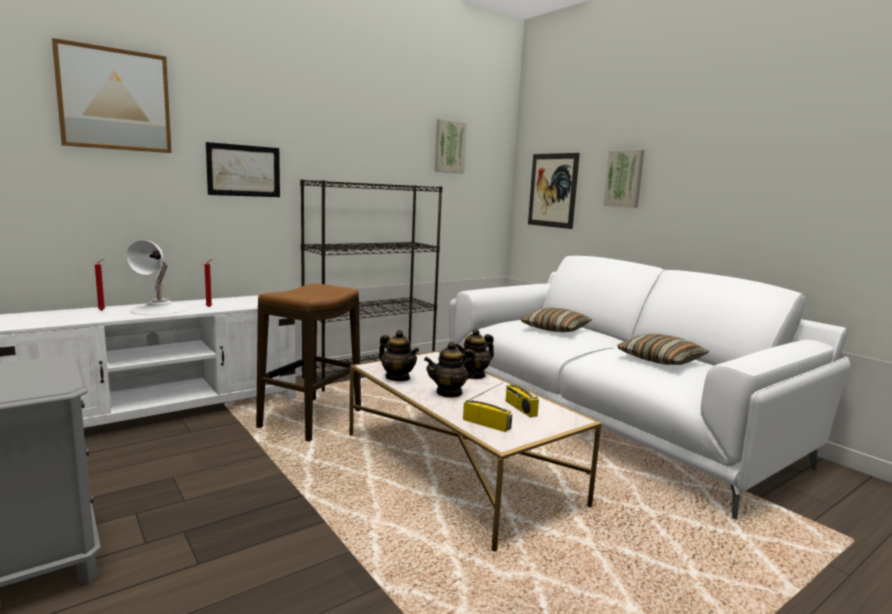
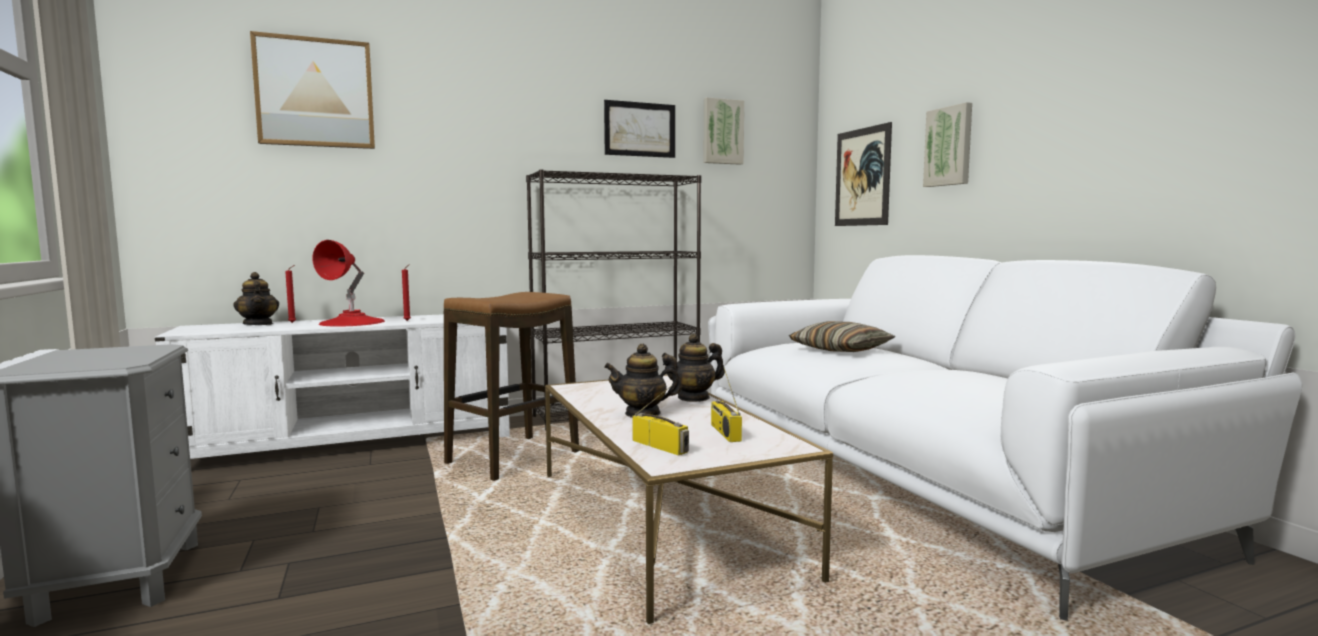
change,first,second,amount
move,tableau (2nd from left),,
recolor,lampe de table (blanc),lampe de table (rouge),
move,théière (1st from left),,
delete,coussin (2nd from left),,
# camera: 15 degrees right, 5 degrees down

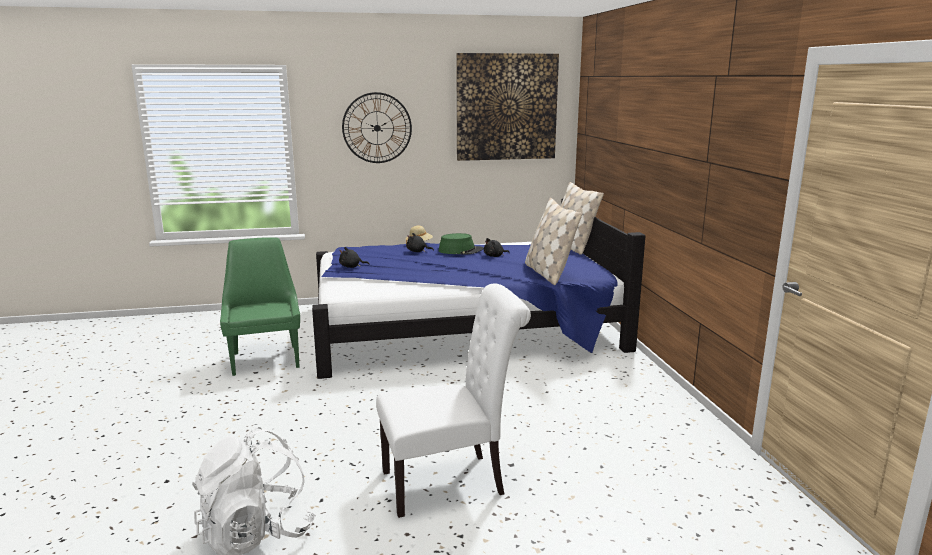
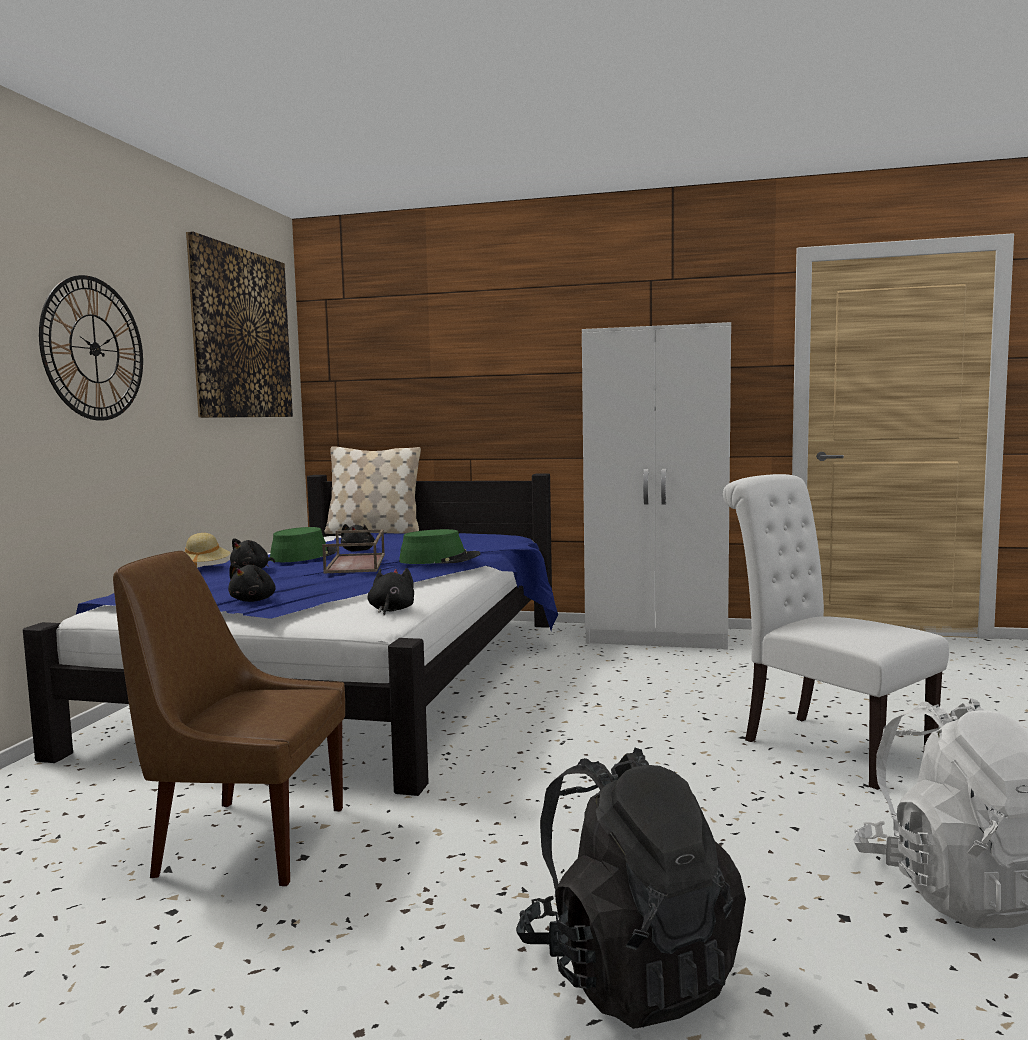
change,first,second,amount
delete,coussin (beige) (1st from left),,
recolor,chaise (vert),chaise (marron),
rotate,chaise (blanc),,45 degrees counterclockwise
insert,,armoire (blanc),
insert,,plateau (marron),
insert,,chapeau (vert) (2nd from left),
insert,,peluche (noir) (4th from left),
insert,,sac à dos (noir),
# camera: 65 degrees left, 10 degrees down

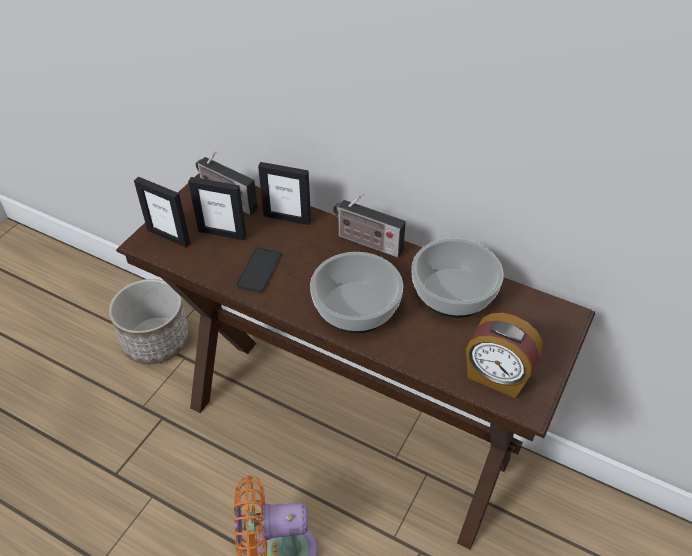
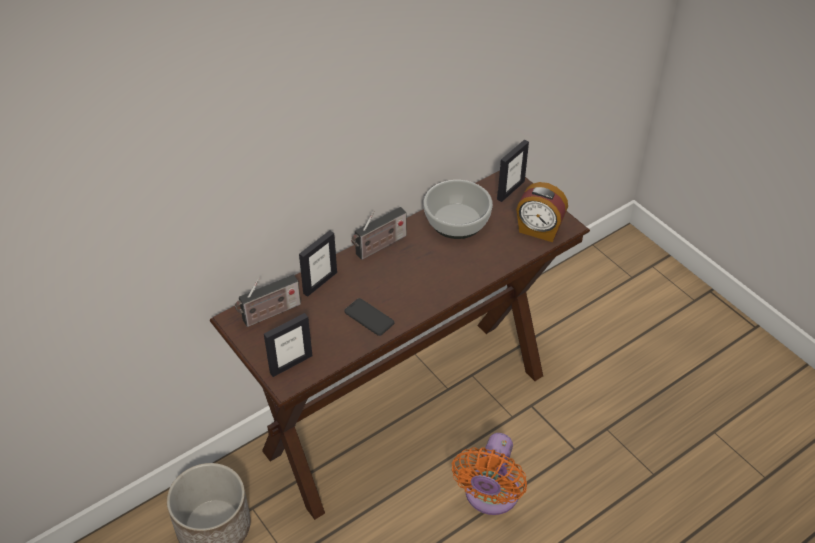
change,first,second,amount
move,cadre photo (2nd from left in the first image),cadre photo (3rd from left),
delete,bol (1st from left),,
rotate,réveil,,60 degrees clockwise
# camera: 65 degrees left, 0 degrees up

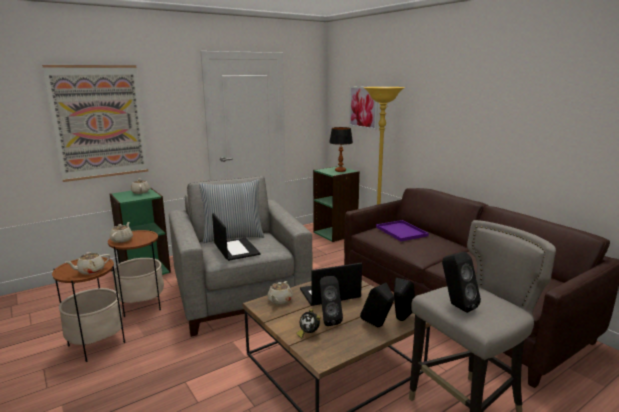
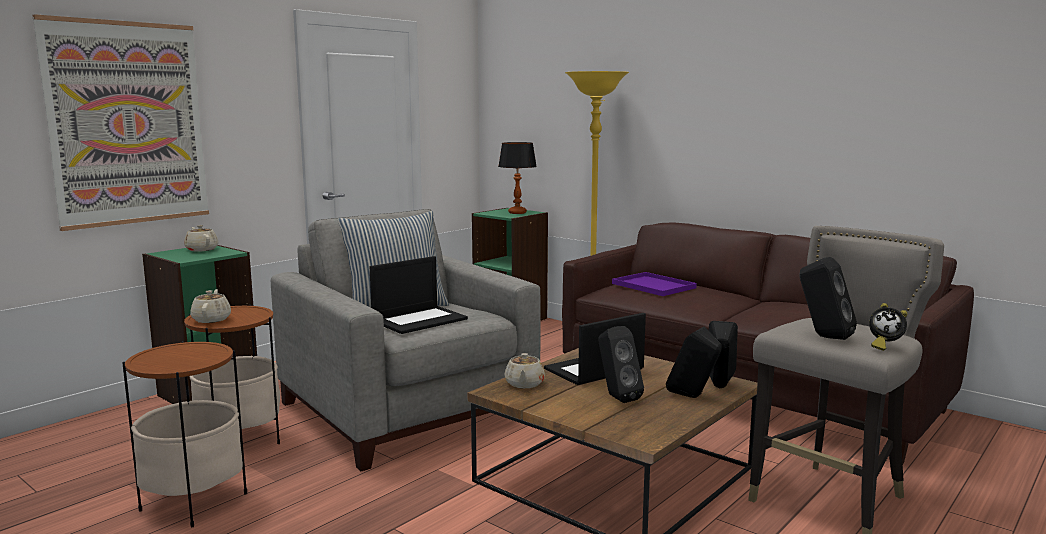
change,first,second,amount
delete,tableau (2nd from left),,
rotate,ordinateur portable (1st from left),,90 degrees clockwise
delete,théière (beige) (1st from left),,
move,réveil,,
# camera: 15 degrees left, 5 degrees down

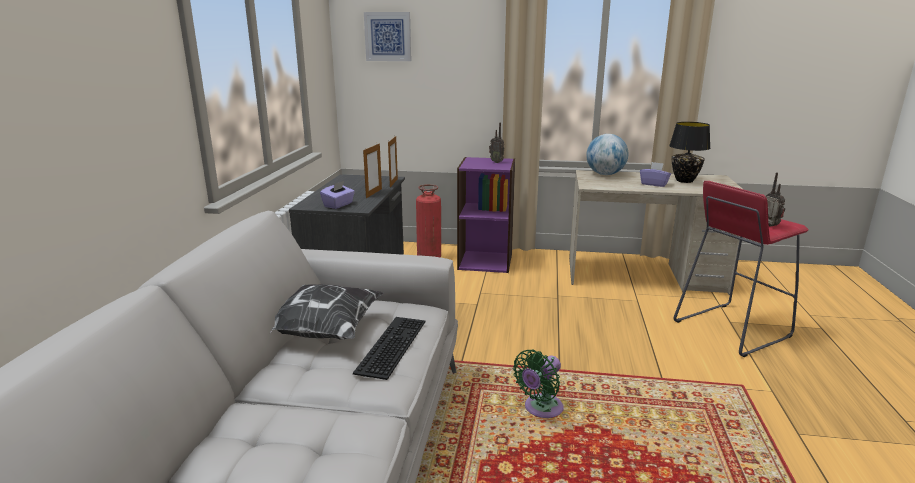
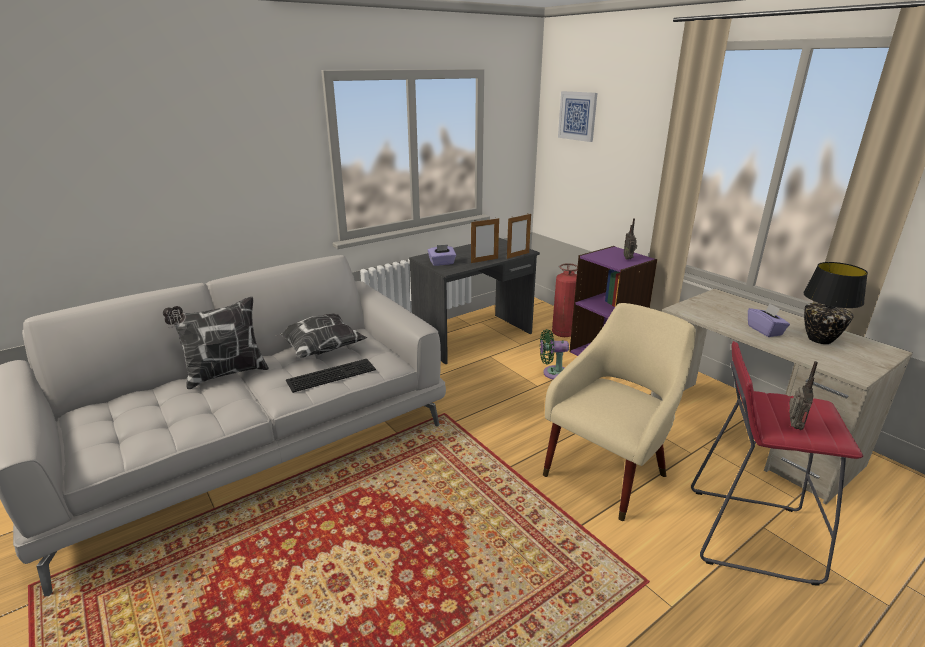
change,first,second,amount
delete,globe,,
move,ventilateur (vert),,
insert,,coussin (1st from left),
insert,,fauteuil (beige),
# camera: 45 degrees right, 5 degrees up

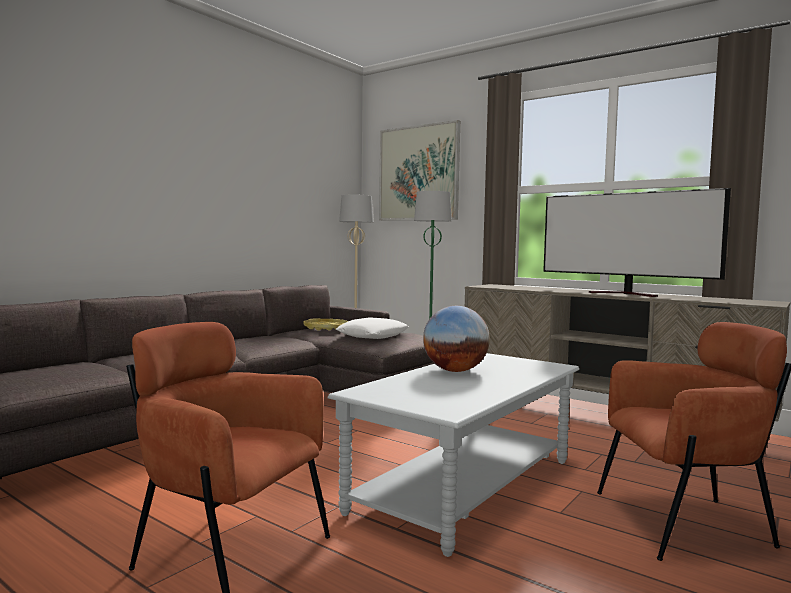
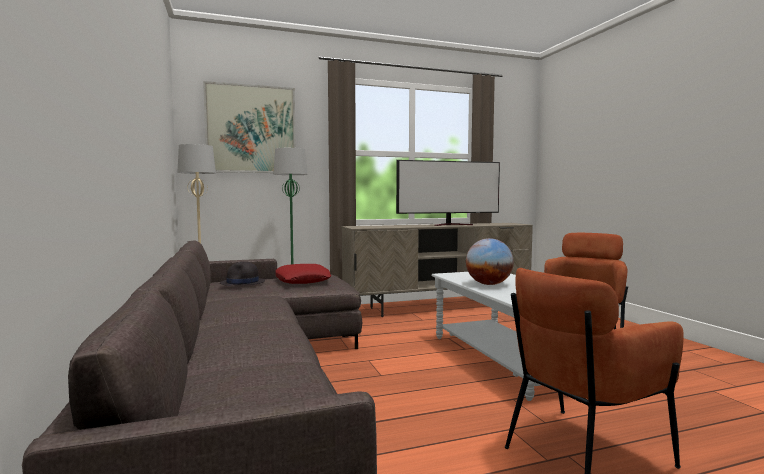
change,first,second,amount
recolor,coussin (blanc),coussin (rouge),
replace,plateau (jaune),chapeau (noir),
# camera: 55 degrees left, 0 degrees up

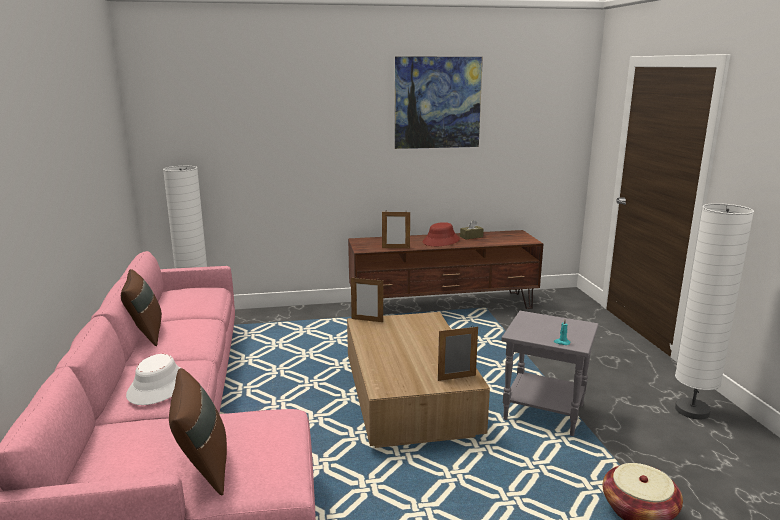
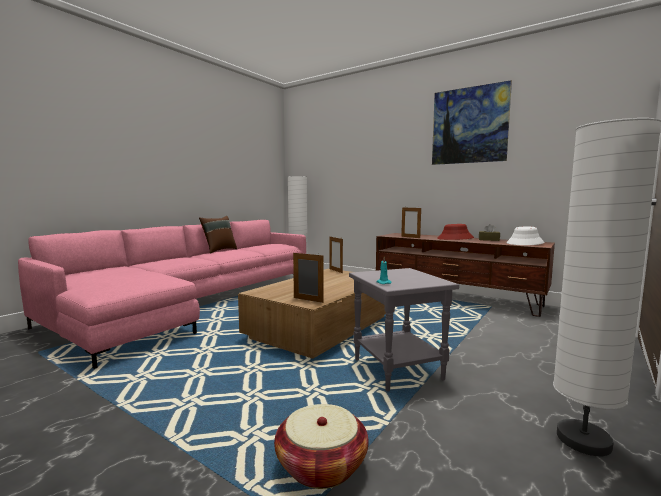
change,first,second,amount
move,chapeau (blanc),,
delete,coussin (marron) (2nd from left),,
# camera: 45 degrees right, 10 degrees down

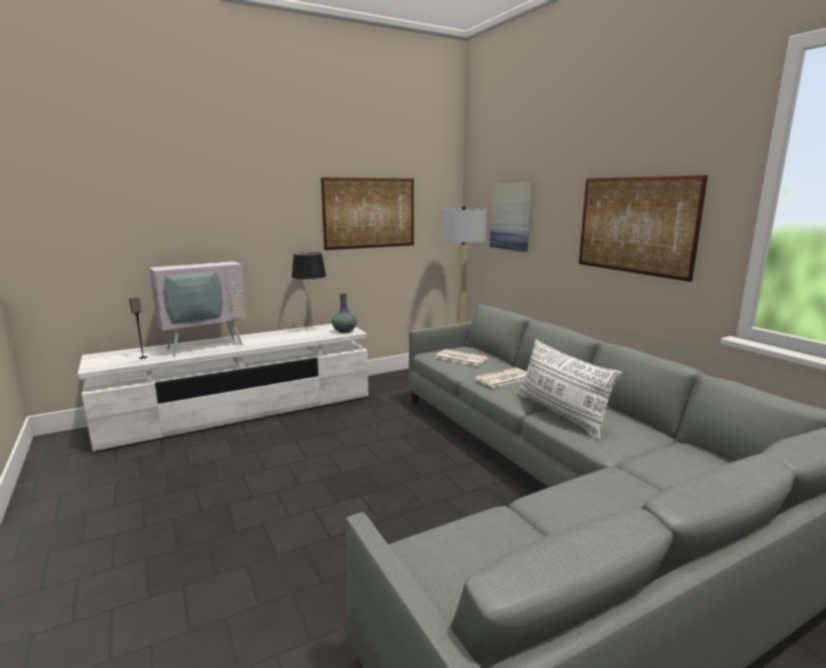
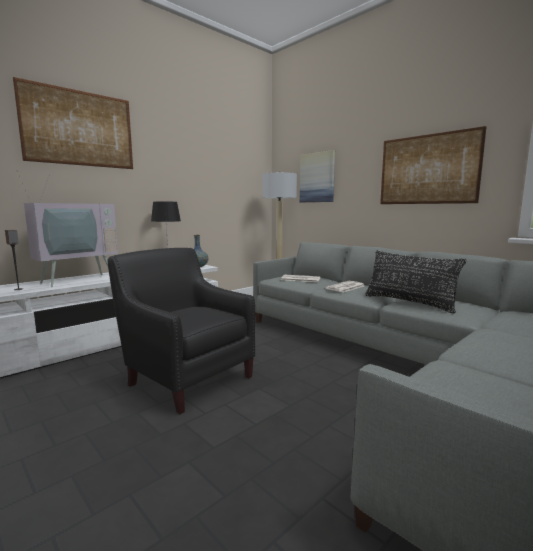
change,first,second,amount
move,tableau (1st from left),,
recolor,coussin (blanc),coussin (noir),
insert,,fauteuil (noir),
# camera: 15 degrees left, 5 degrees down

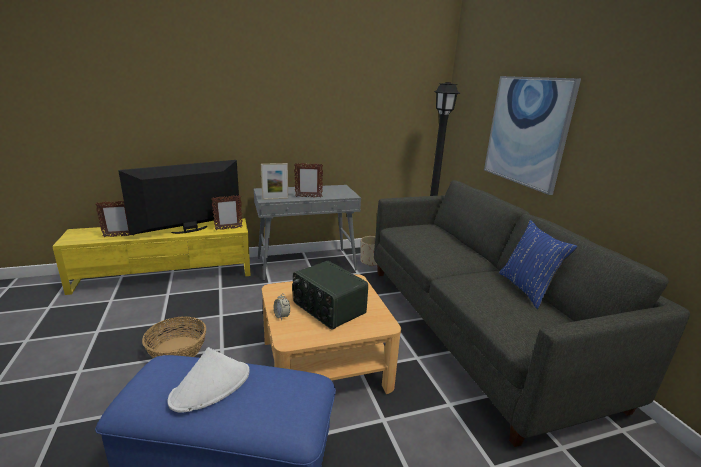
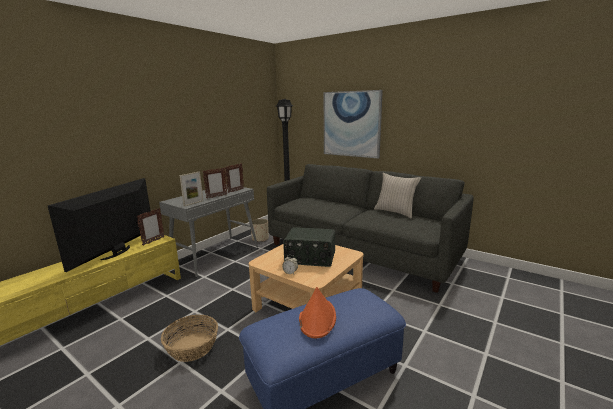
change,first,second,amount
move,cadre photo (1st from left in the first image),cadre photo (4th from left),
recolor,coussin (bleu),coussin (beige),
recolor,chapeau (blanc),chapeau (orange),
# camera: 35 degrees left, 5 degrees down

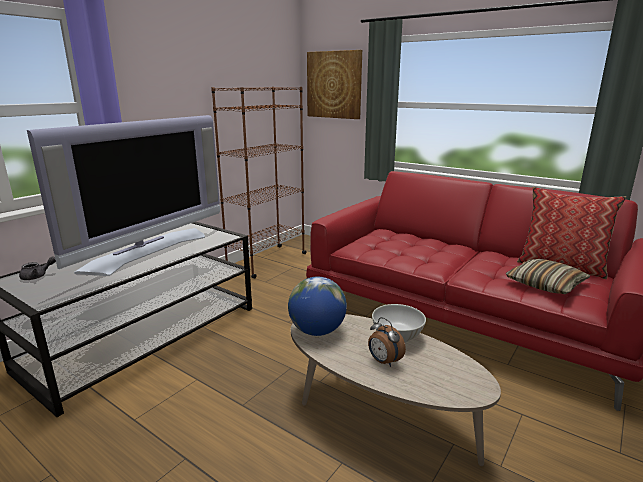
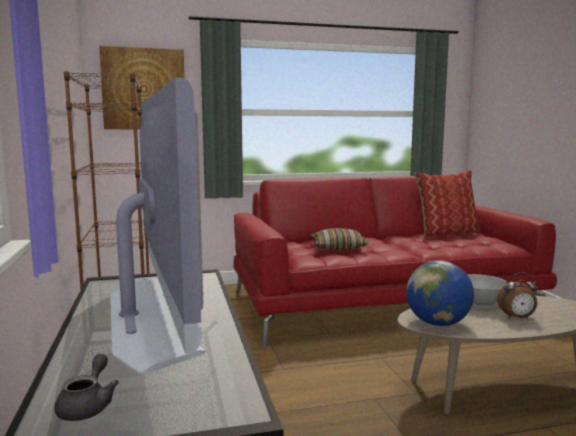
change,first,second,amount
move,coussin (1st from left),,
# camera: 50 degrees left, 10 degrees down

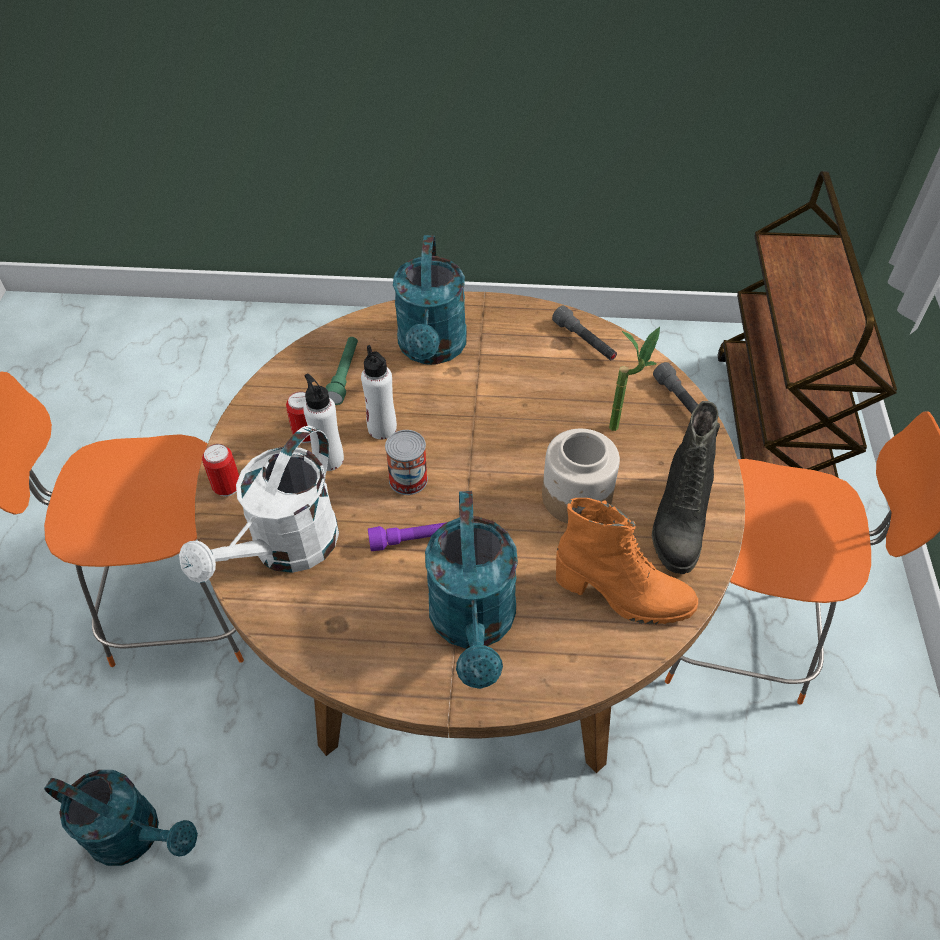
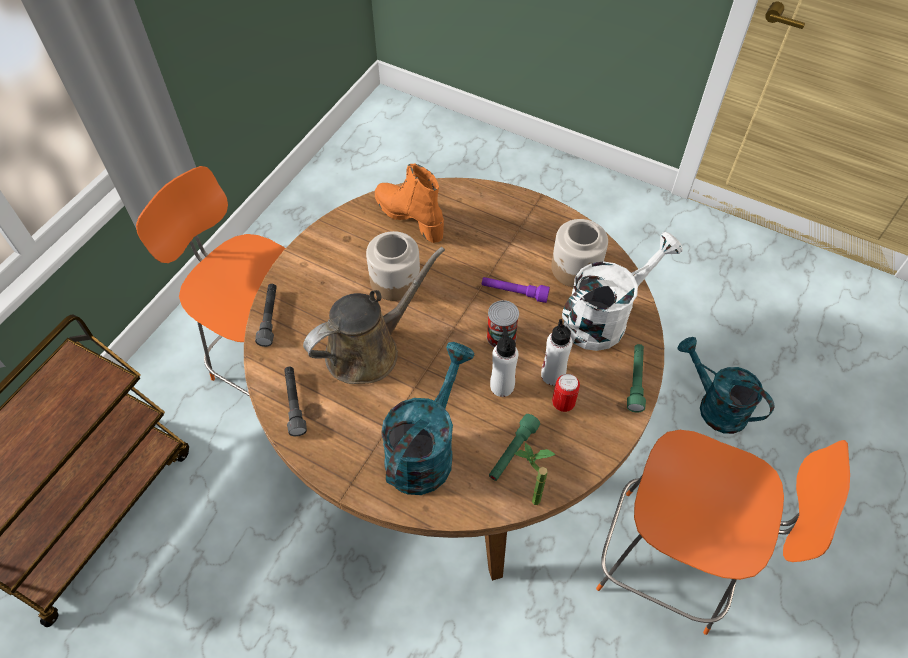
change,first,second,amount
move,plante en pot,,
delete,botte (noir),,
replace,boîte métallique (1st from left),lampe de poche (vert) (2nd from left),
delete,arrosoir (turquoise) (3rd from left),,
insert,,bocal (2nd from left),
insert,,arrosoir (marron),
# camera: 155 degrees left, 5 degrees up

